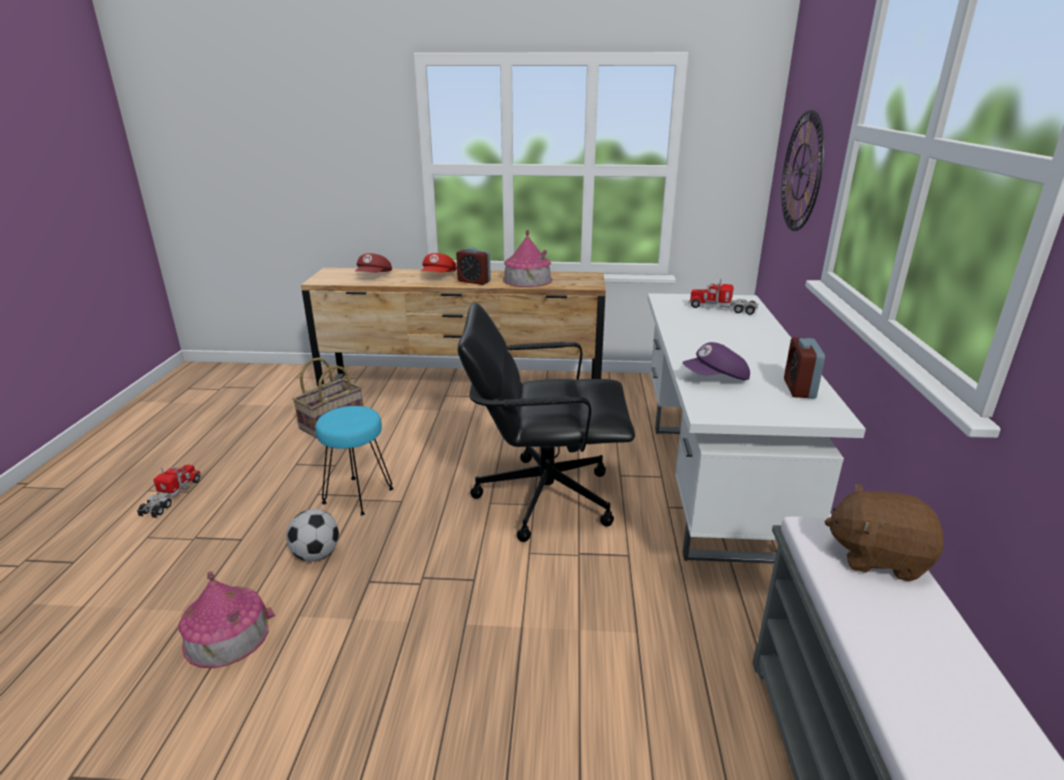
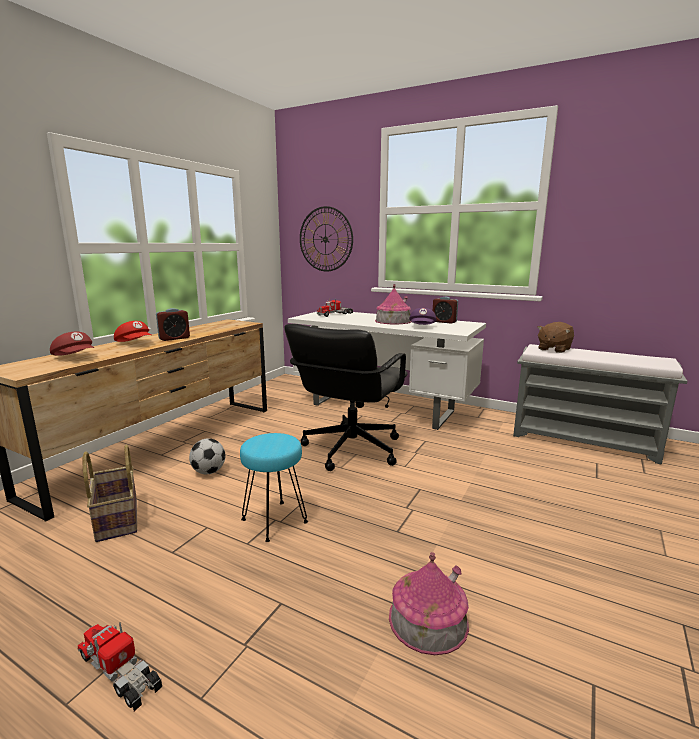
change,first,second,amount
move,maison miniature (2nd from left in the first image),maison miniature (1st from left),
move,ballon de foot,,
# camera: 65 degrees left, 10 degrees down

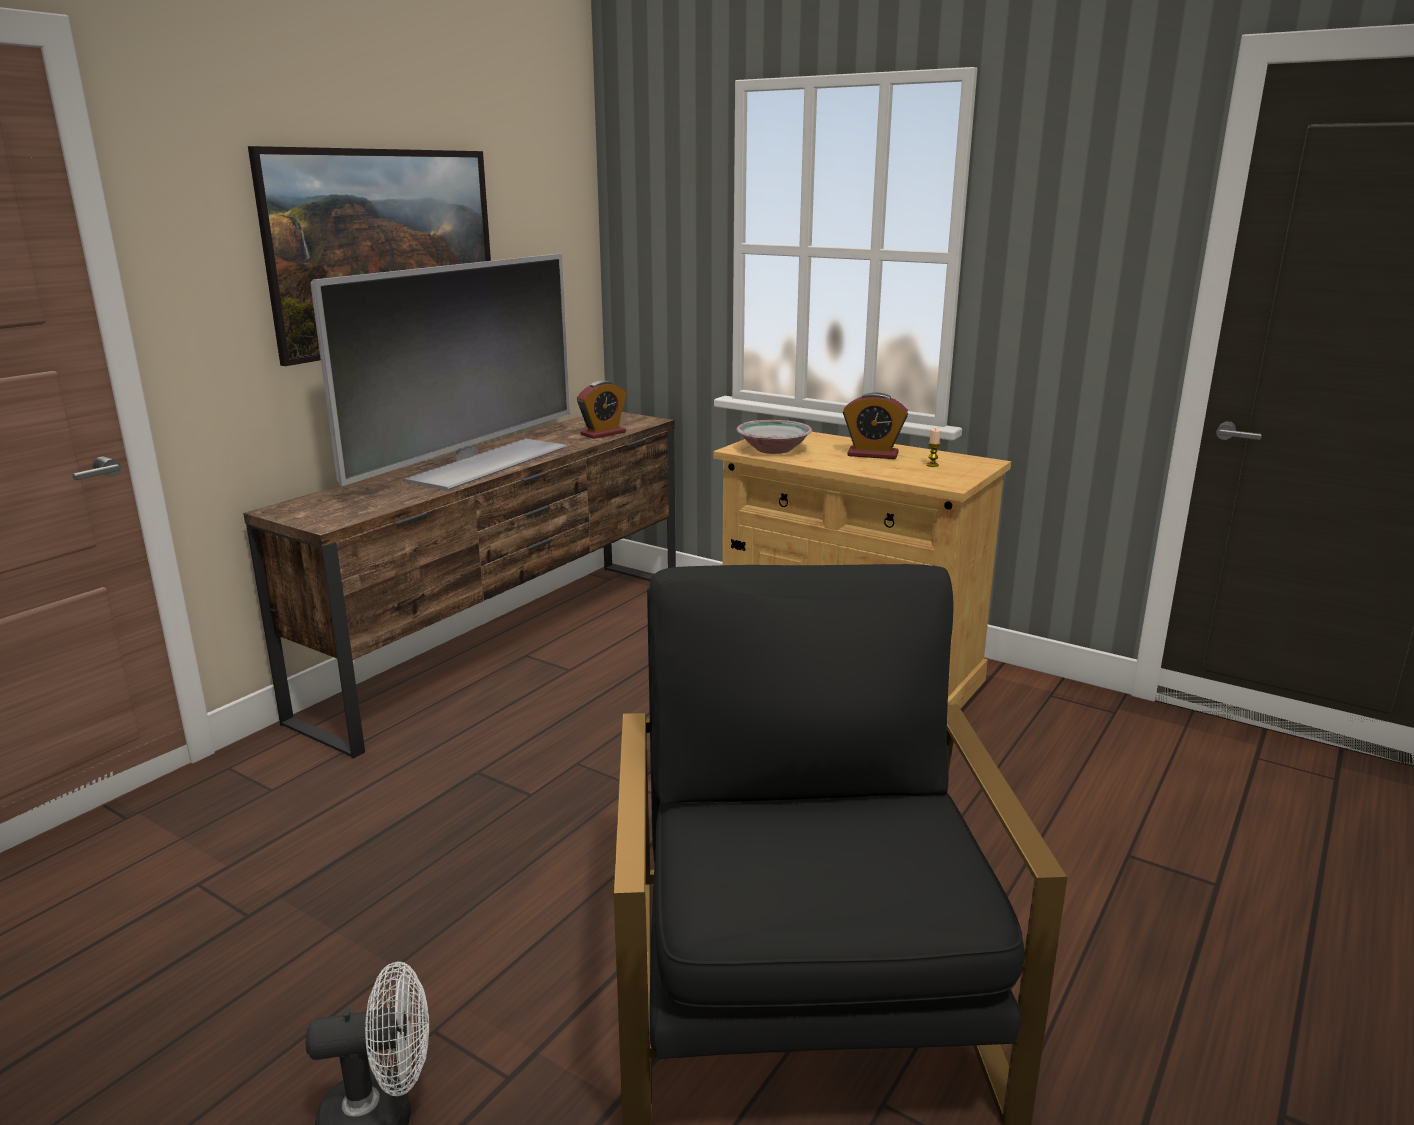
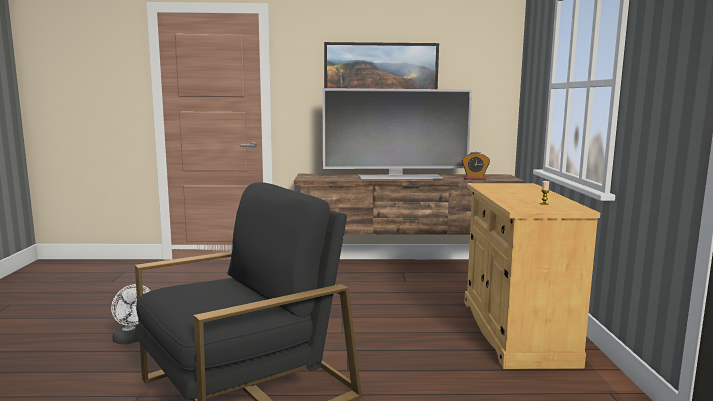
change,first,second,amount
delete,réveil (2nd from left),,
delete,bol,,
# camera: 55 degrees right, 10 degrees down

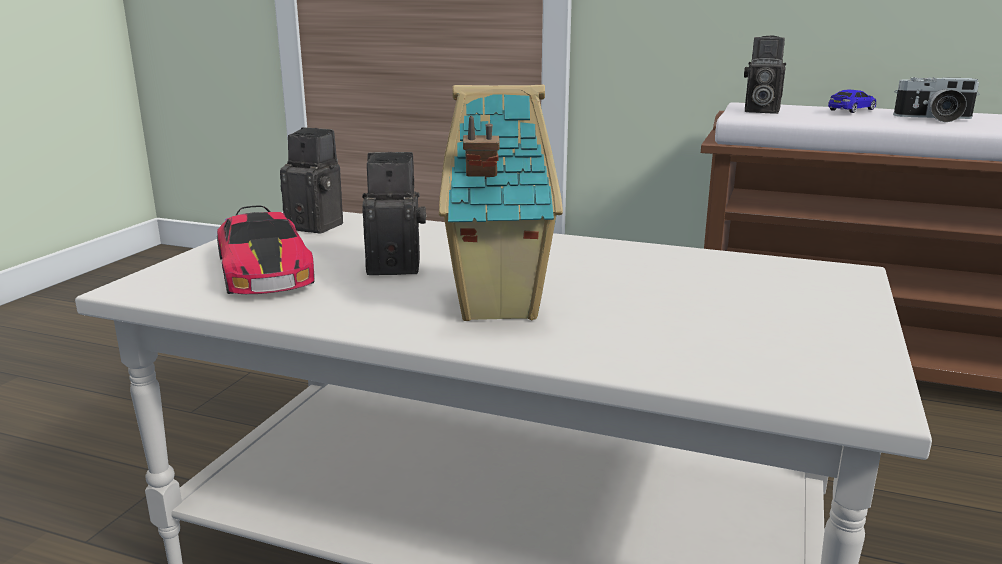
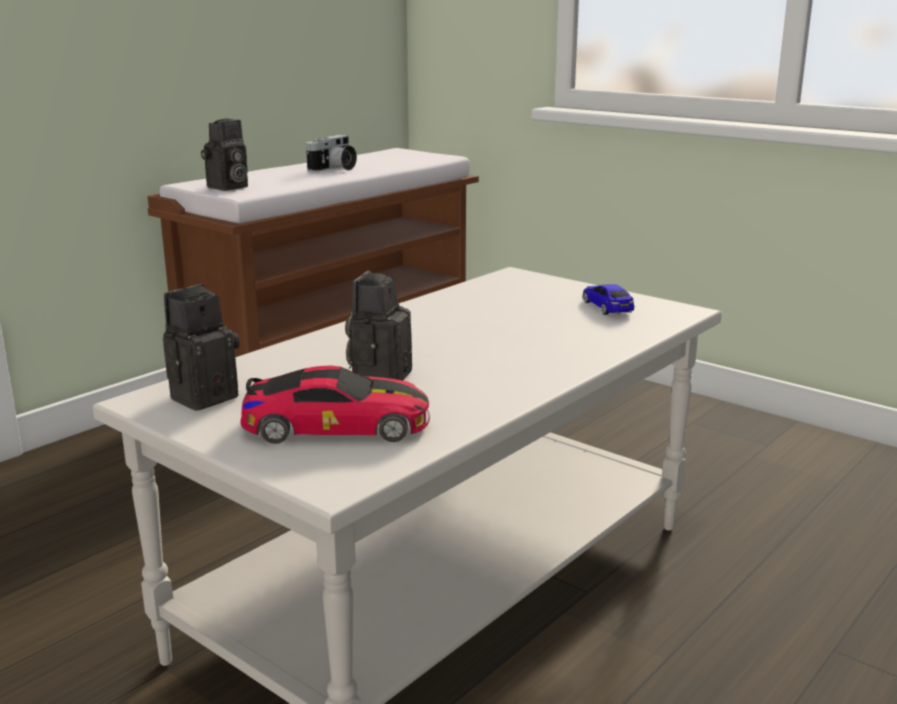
change,first,second,amount
delete,maison miniature,,
move,petite voiture (2nd from left),,
# camera: 70 degrees left, 0 degrees up

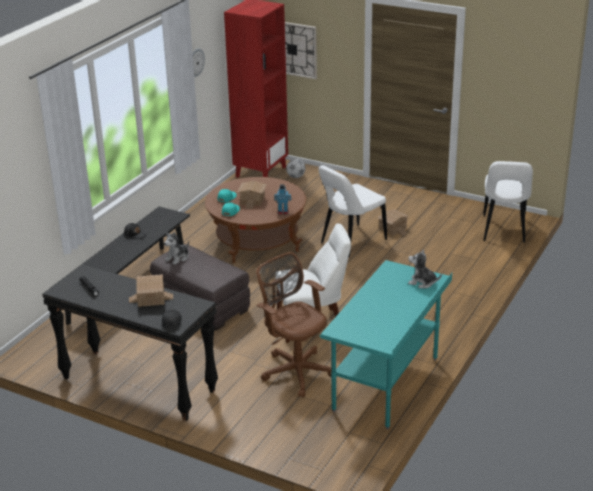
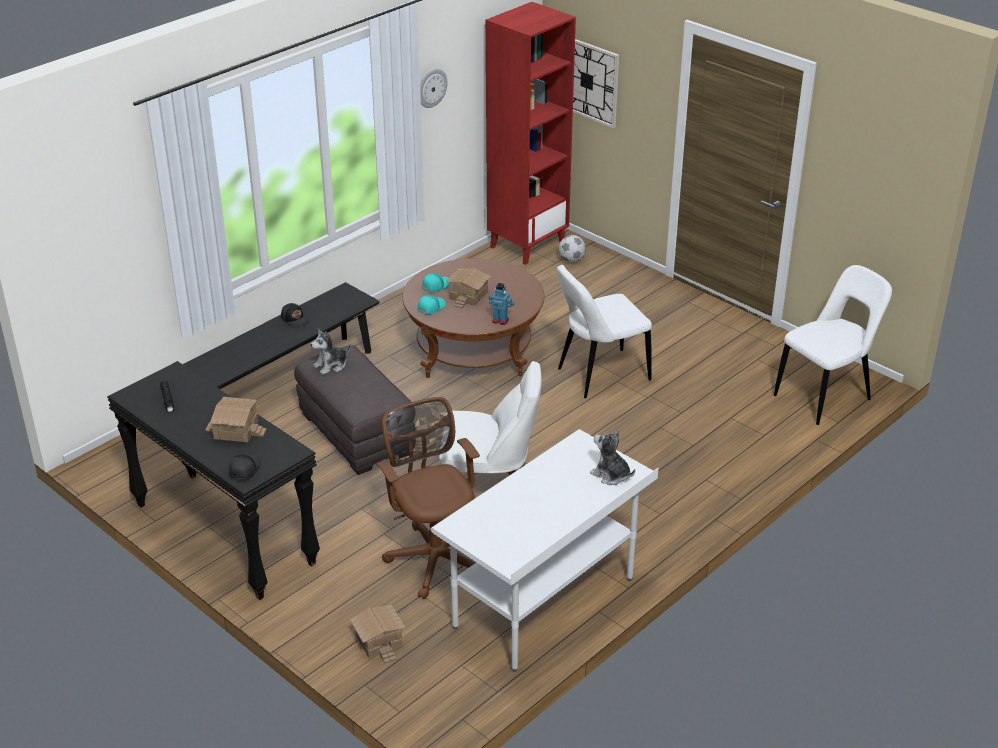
change,first,second,amount
rotate,chaise (blanc) (3rd from left),,150 degrees counterclockwise
move,maison miniature (3rd from left in the first image),maison miniature (2nd from left),
recolor,bureau (turquoise),bureau (blanc),
# camera: 15 degrees right, 5 degrees up

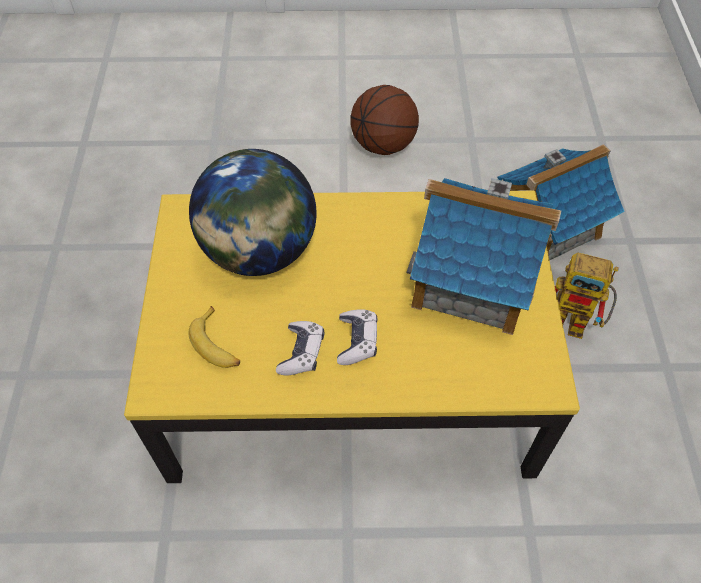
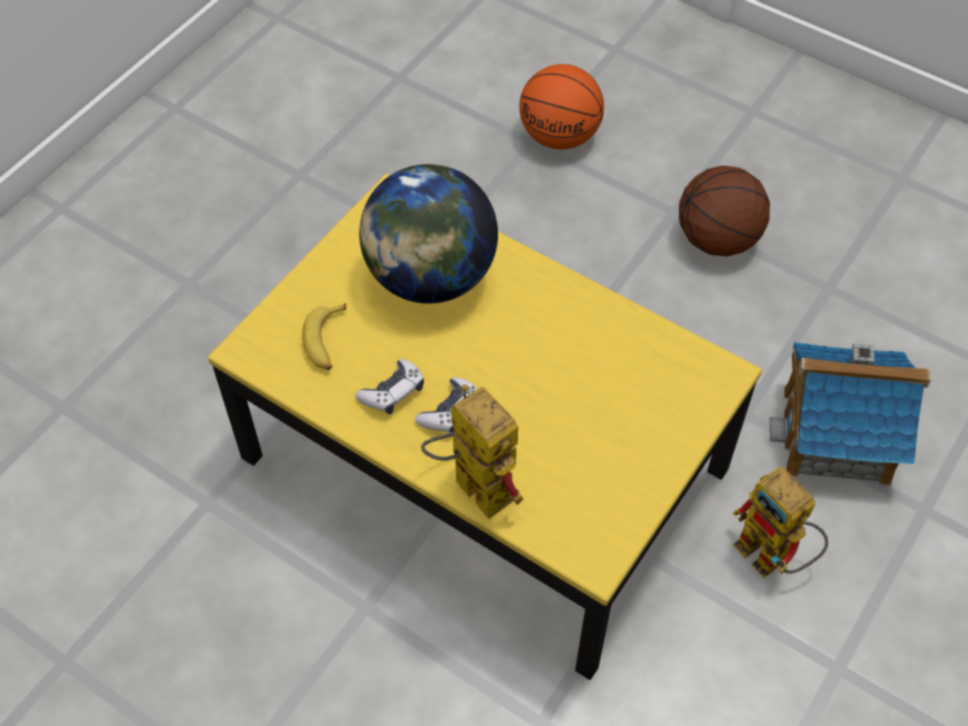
change,first,second,amount
delete,maison miniature (1st from left),,
insert,,ballon de basket (1st from left),
insert,,robot jouet (1st from left),
# camera: 35 degrees right, 0 degrees up

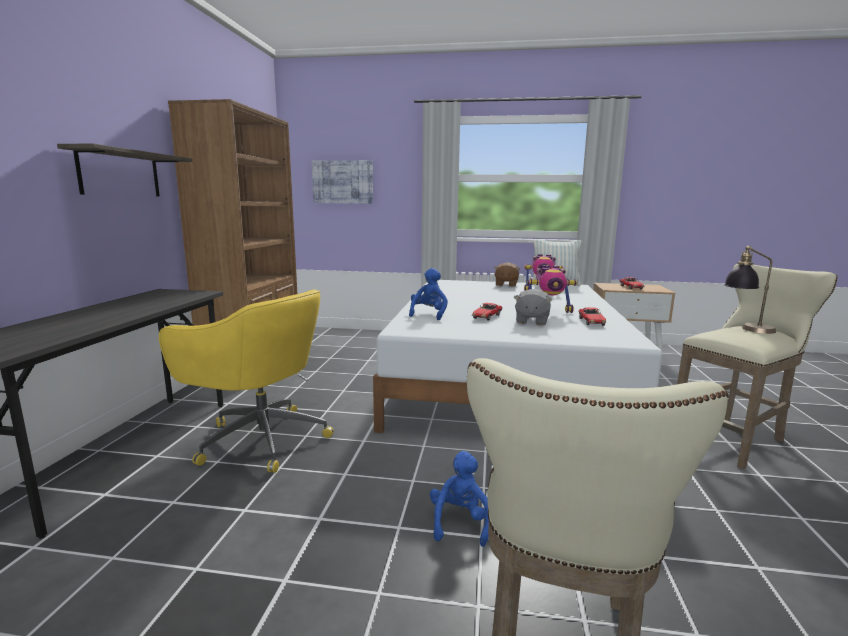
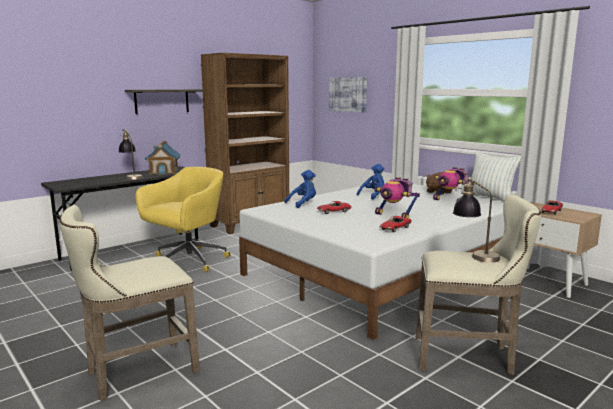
change,first,second,amount
delete,peluche (gris),,
rotate,chaise de bureau (jaune),,120 degrees counterclockwise
move,peluche (bleu) (2nd from left),,
insert,,lampe de table (1st from left),
insert,,maison miniature,
# camera: 40 degrees right, 0 degrees up

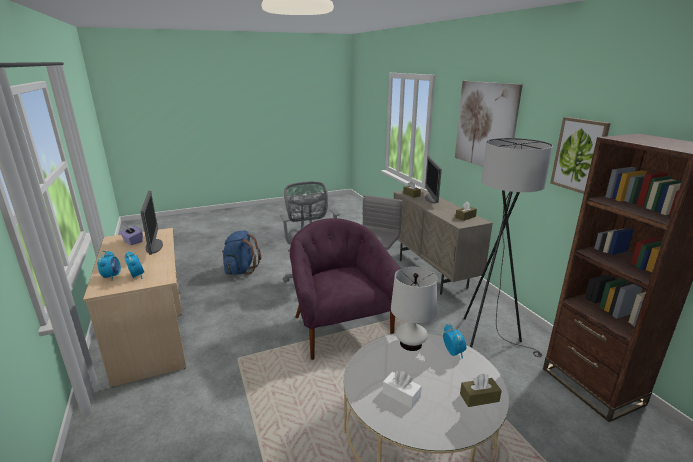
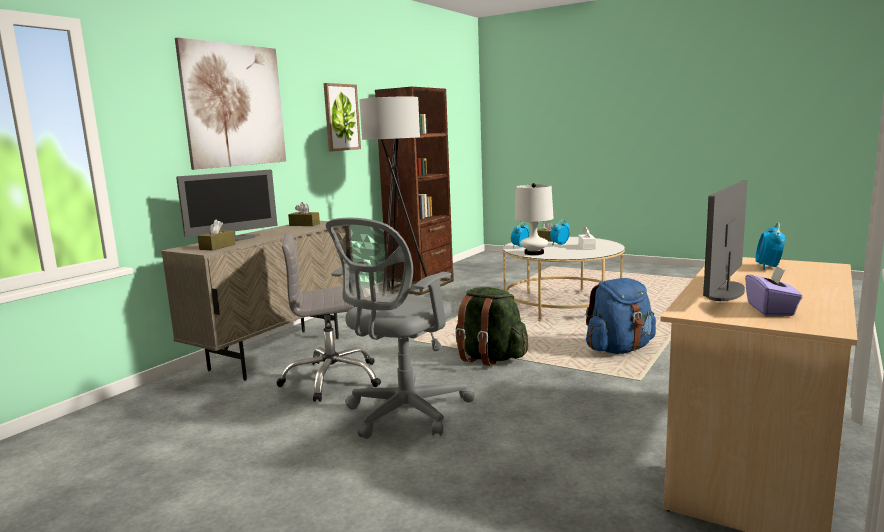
change,first,second,amount
replace,fauteuil (violet),sac à dos (vert),
move,sac à dos (bleu),,
move,réveil (1st from left in the first image),réveil (2nd from left),
# camera: 125 degrees left, 10 degrees down

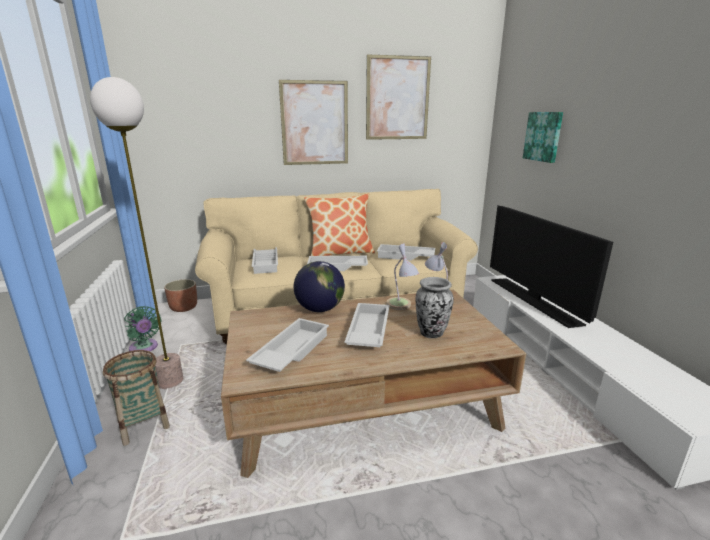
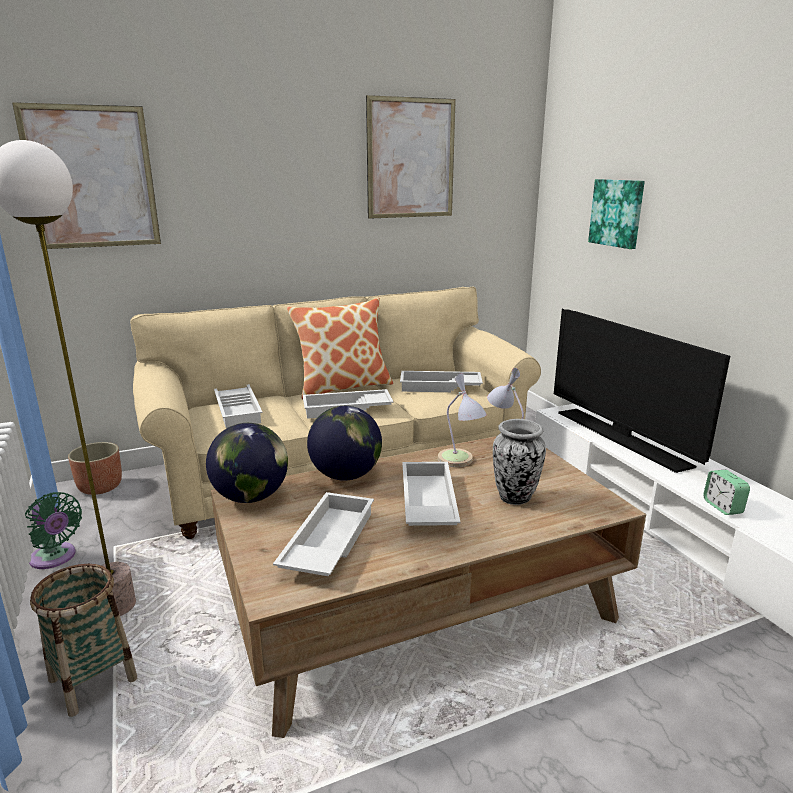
change,first,second,amount
move,tableau (1st from left),,
insert,,globe (1st from left),
insert,,réveil,
# camera: 10 degrees left, 0 degrees up

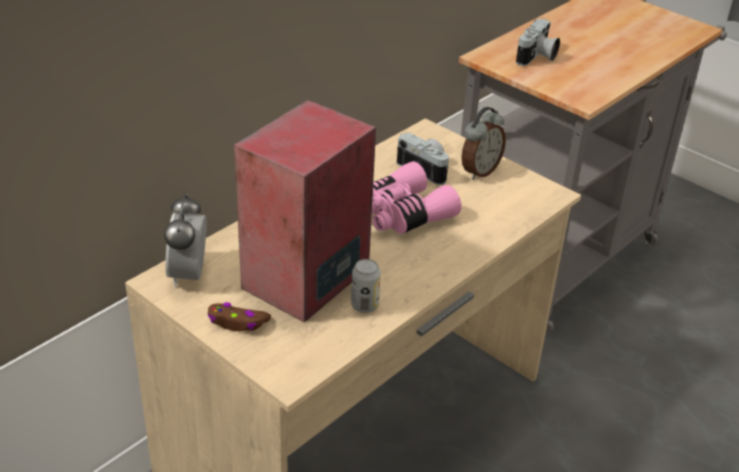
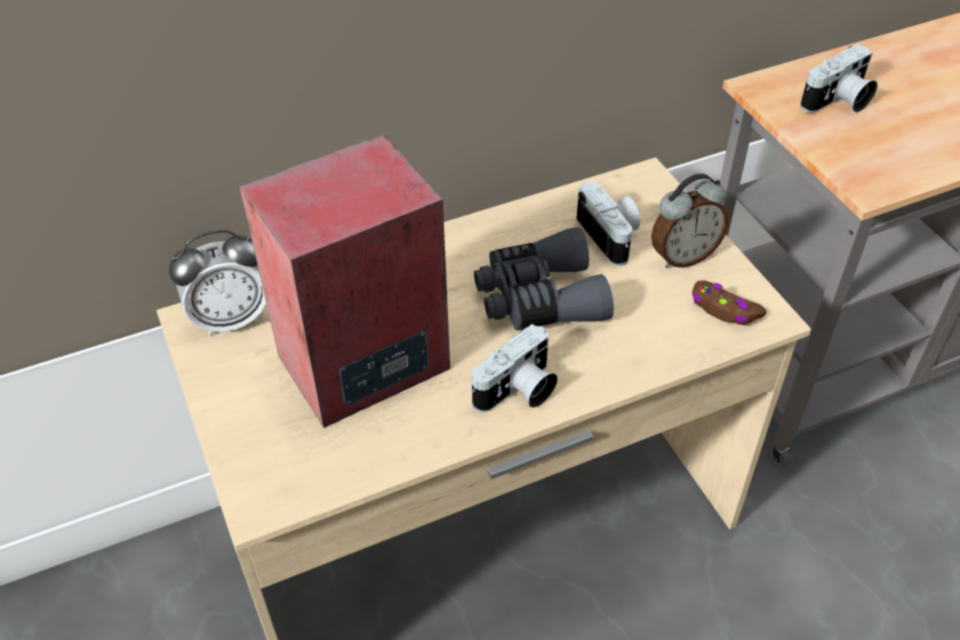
change,first,second,amount
recolor,jumelles (rose),jumelles (gris),
rotate,réveil (1st from left),,135 degrees counterclockwise
delete,boîte métallique,,
move,manette (marron),,
insert,,appareil photo (1st from left),
# camera: 25 degrees right, 10 degrees up

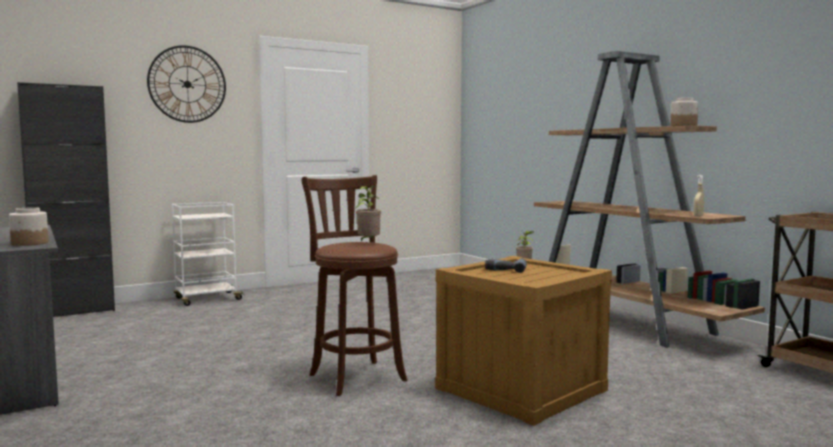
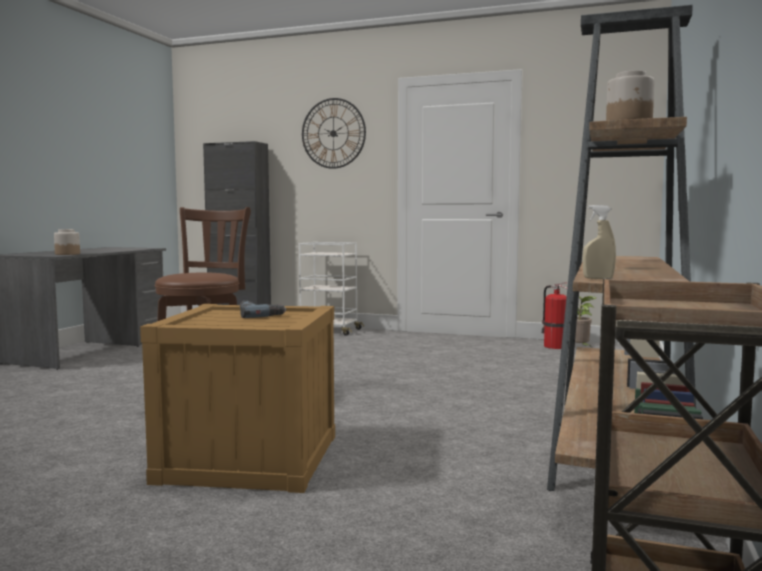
change,first,second,amount
delete,plante en pot (1st from left),,
insert,,extincteur,
# camera: 50 degrees right, 0 degrees up

